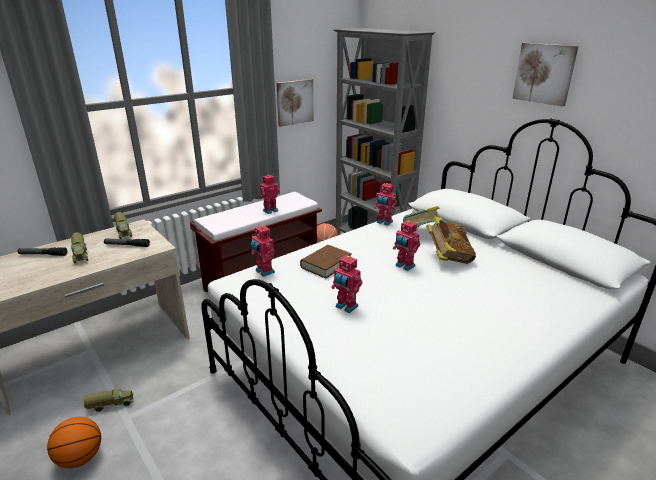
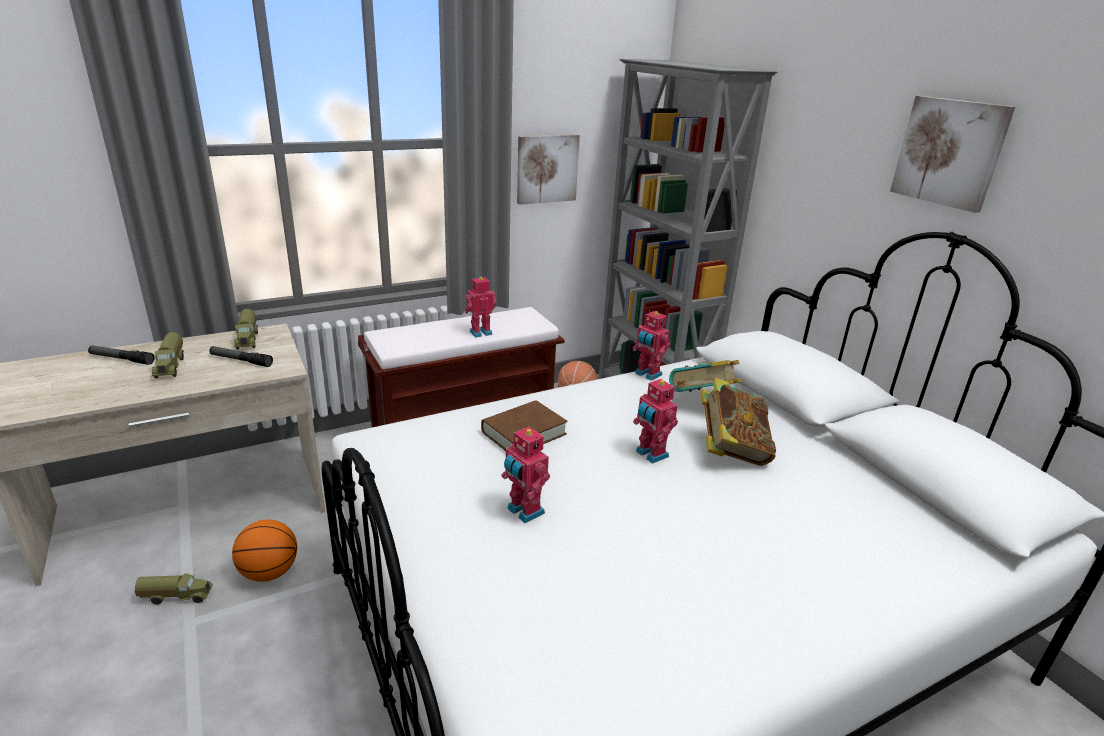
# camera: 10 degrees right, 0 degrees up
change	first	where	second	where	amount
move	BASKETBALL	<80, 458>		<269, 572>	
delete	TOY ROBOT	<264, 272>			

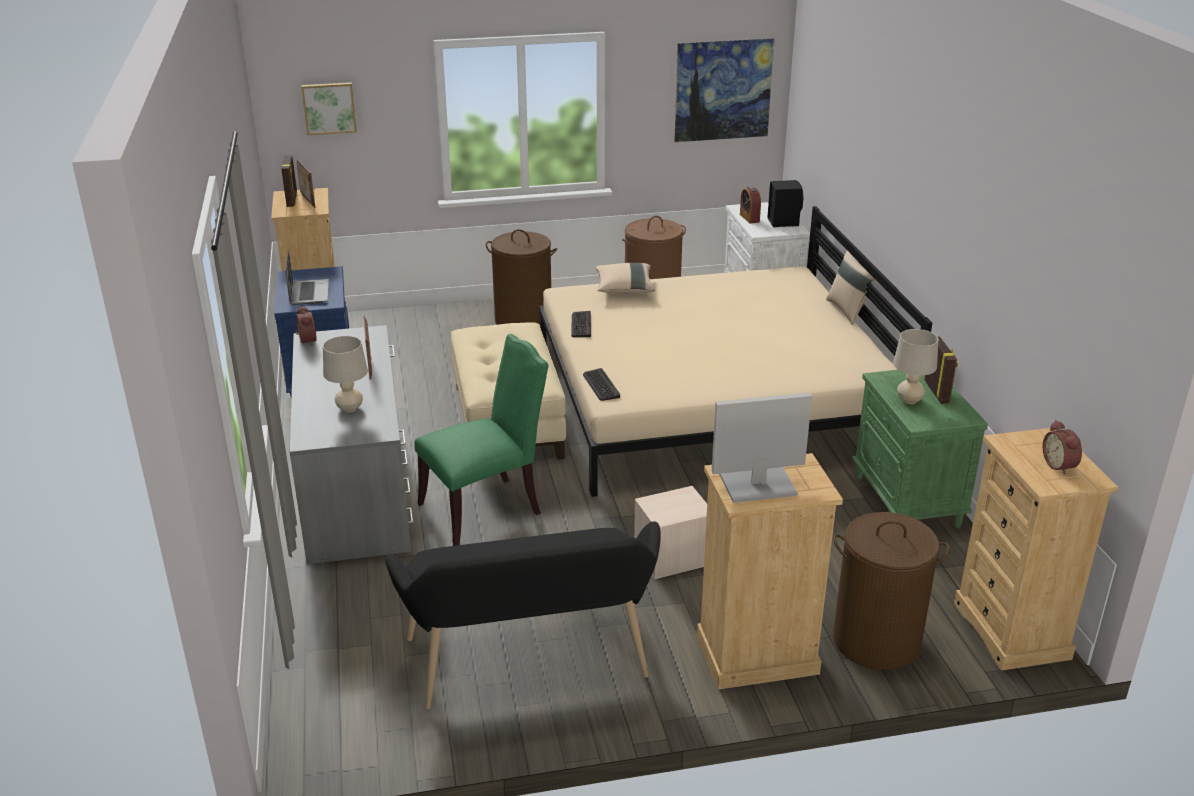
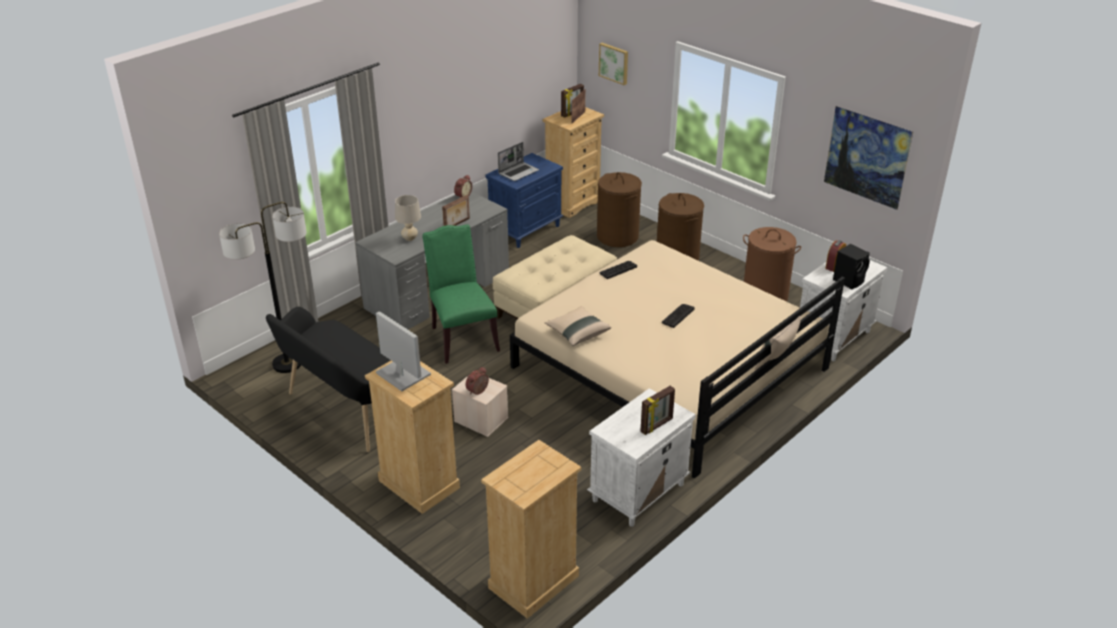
# camera: 55 degrees right, 5 degrees up
change	first	where	second	where	amount
rotate	GREEN CHAIR	<485, 509>		<462, 337>	135 degrees counterclockwise
move	KEYBOARD	<601, 385>		<677, 316>	
move	BEIGE PILLOW	<624, 289>		<577, 333>	
move	BROWN LAUNDRY BASKET	<876, 641>		<618, 236>	
recolor	GREEN NIGHTSTAND	<908, 501>	WHITE NIGHTSTAND	<638, 493>	
delete	BEIGE TABLE LAMP	<909, 400>			
move	ALARM CLOCK	<1060, 465>		<478, 391>	
insert			FLOOR LAMP	<287, 364>	

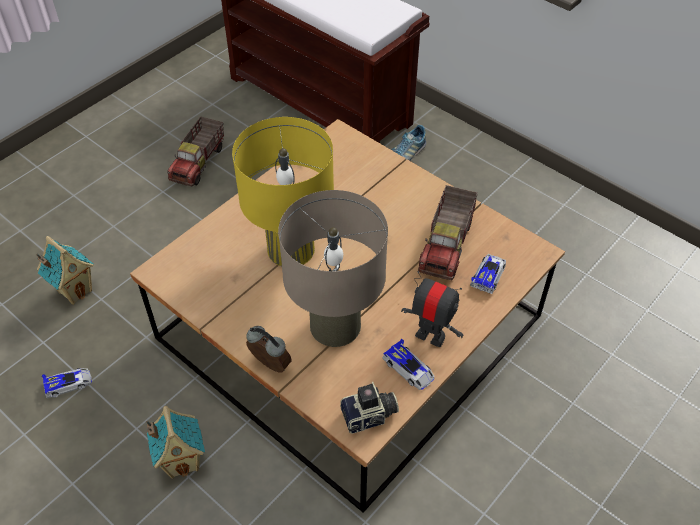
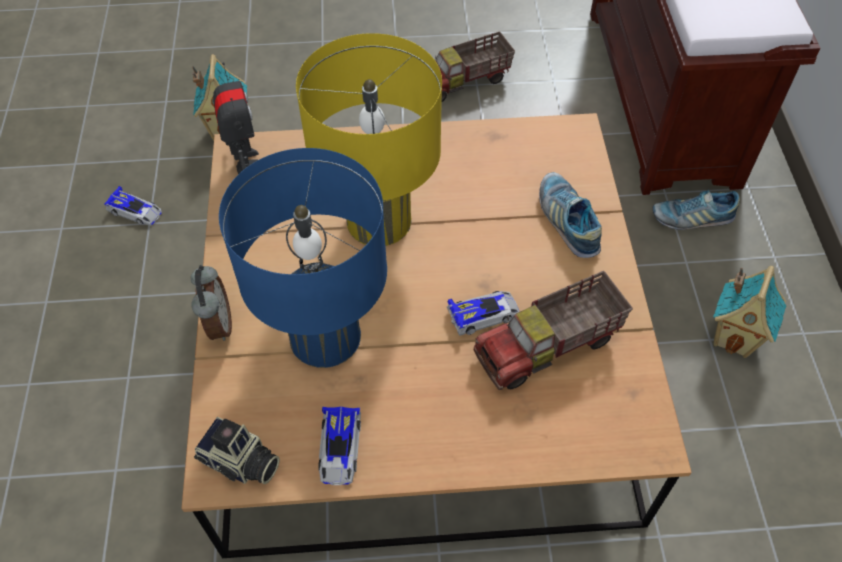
# camera: 45 degrees right, 5 degrees up
change	first	where	second	where	amount
move	TOY HOUSE	<182, 461>		<735, 338>	
recolor	BEIGE TABLE LAMP	<335, 325>	BLUE TABLE LAMP	<325, 336>	
move	TOY ROBOT	<430, 336>		<245, 161>	
move	TOY CAR	<488, 275>		<484, 314>	
insert			SHOE	<567, 221>	

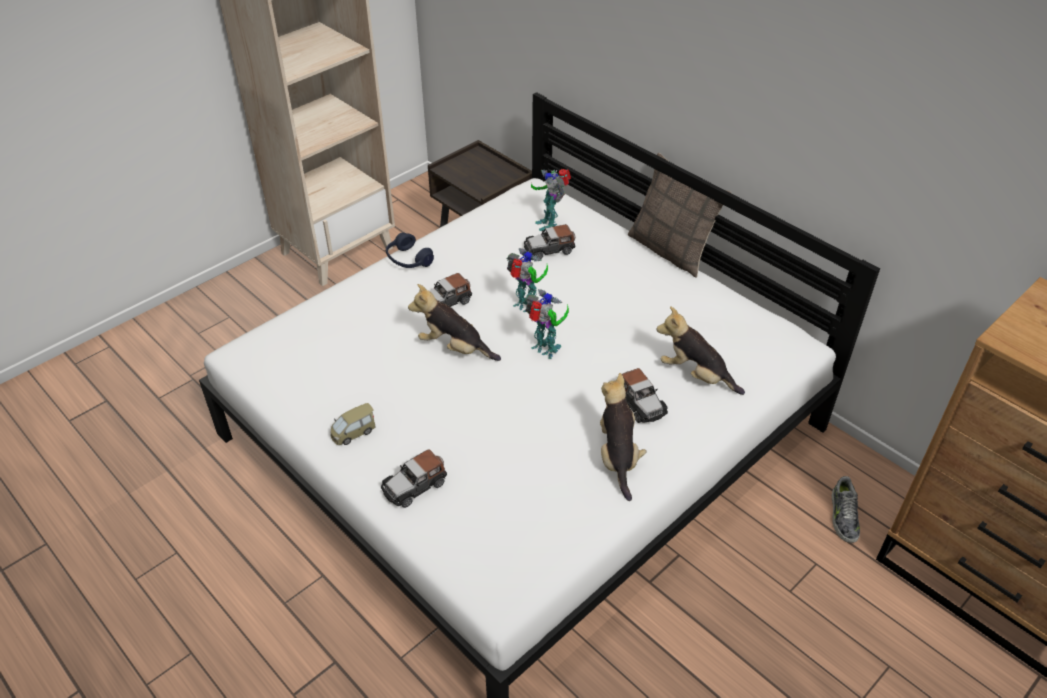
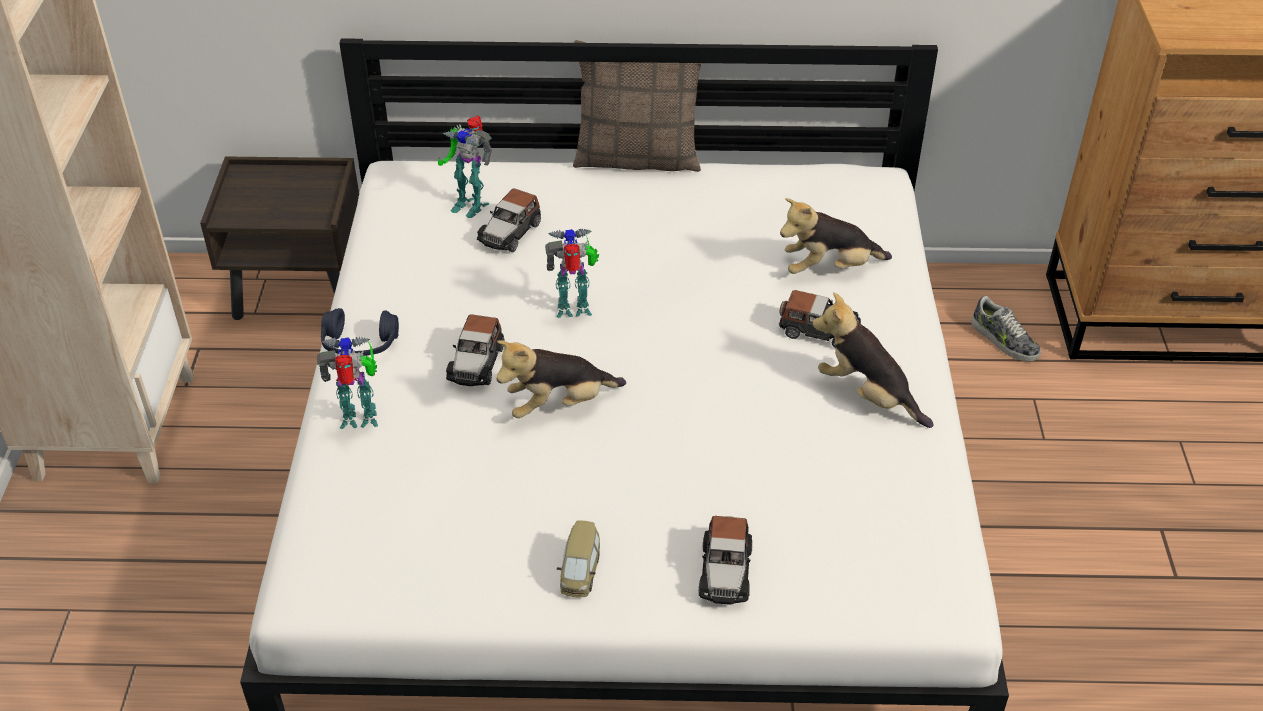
# camera: 45 degrees left, 0 degrees up
change	first	where	second	where	amount
move	TOY ROBOT	<545, 350>		<361, 420>	

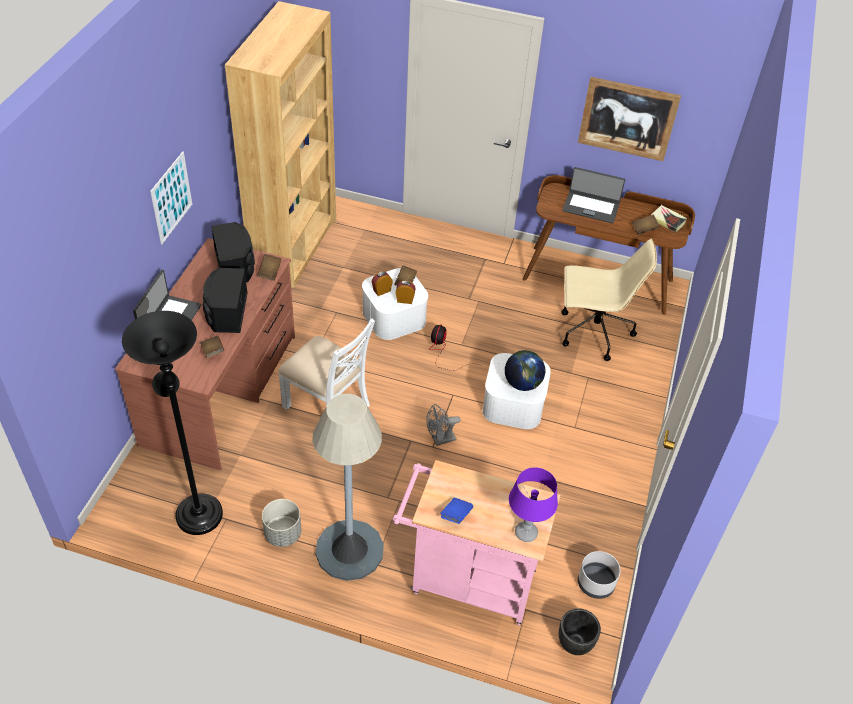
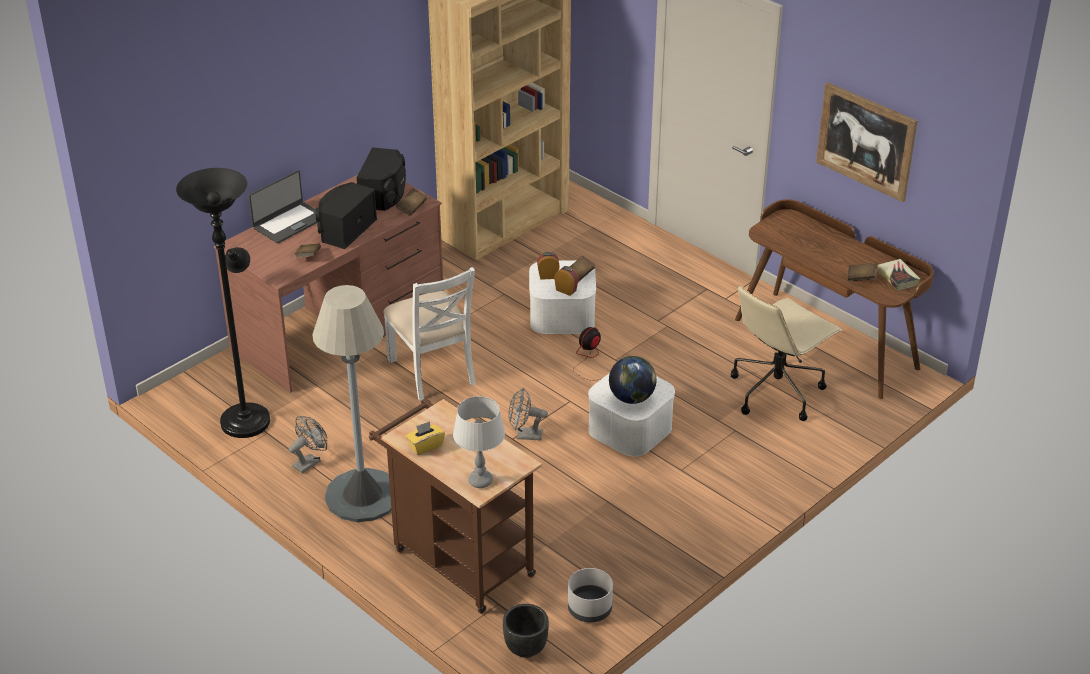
# camera: 30 degrees right, 10 degrees down
change	first	where	second	where	amount
delete	PICTURE	<171, 197>			
replace	GREY PLANTER	<282, 534>	GREY FAN	<309, 462>	
recolor	PINK CART	<466, 580>	BROWN CART	<457, 559>	
replace	BLUE BOOK	<456, 515>	YELLOW TISSUE BOX	<425, 446>	
recolor	PURPLE TABLE LAMP	<526, 533>	GREY TABLE LAMP	<480, 481>	
rotate	BEIGE OFFICE CHAIR	<593, 332>		<777, 391>	105 degrees clockwise
delete	LAPTOP	<591, 207>			

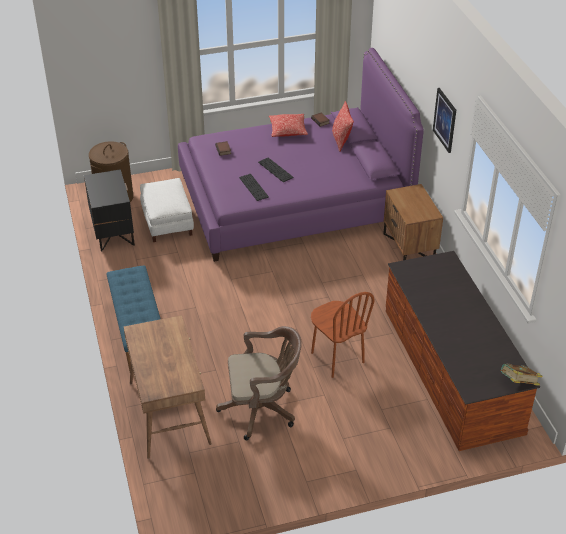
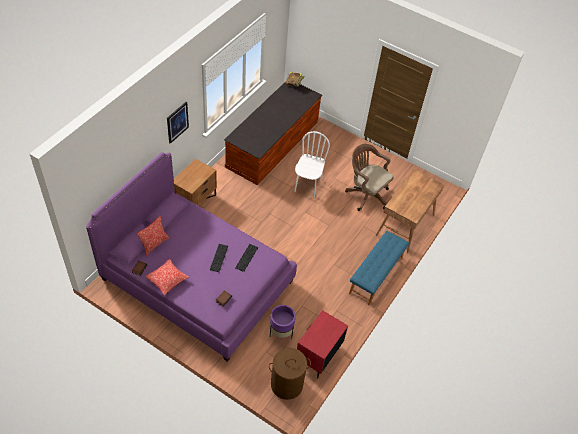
# camera: 135 degrees left, 10 degrees up
change	first	where	second	where	amount
recolor	BLACK NIGHTSTAND	<112, 232>	RED NIGHTSTAND	<318, 355>	
replace	WHITE OTTOMAN	<168, 222>	PURPLE PLANTER	<281, 332>	
recolor	BROWN CHAIR	<337, 358>	WHITE CHAIR	<307, 186>	

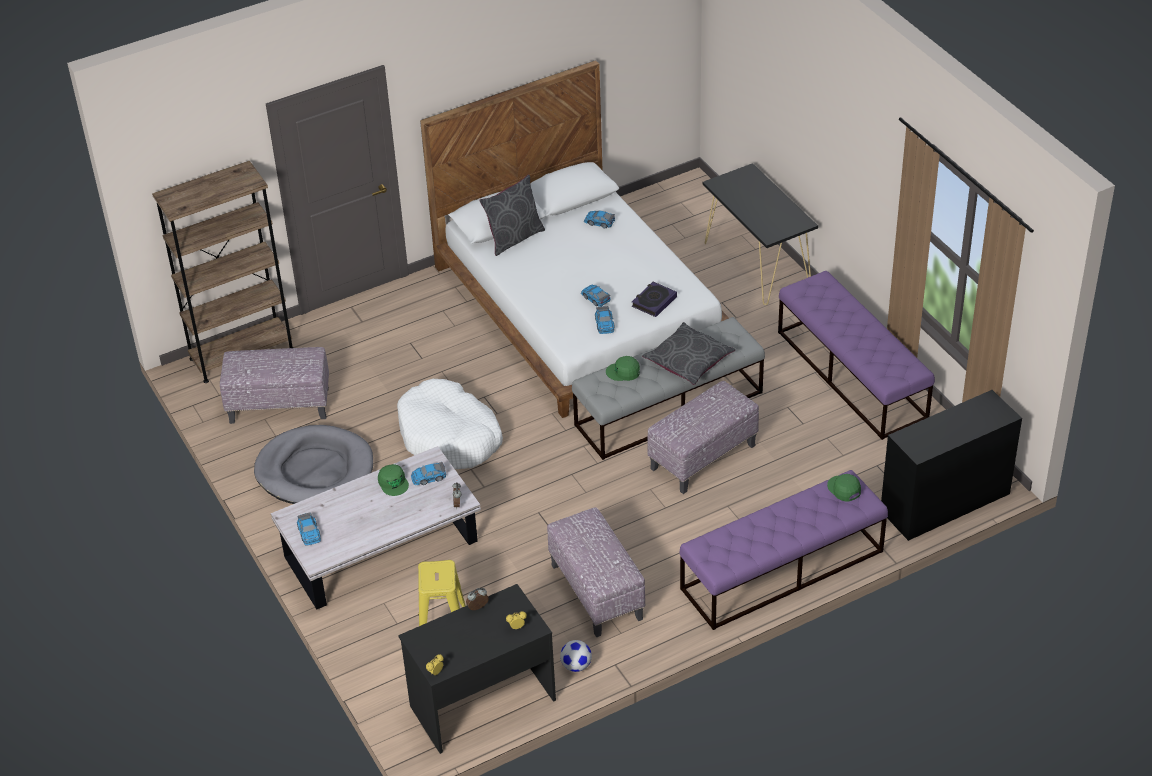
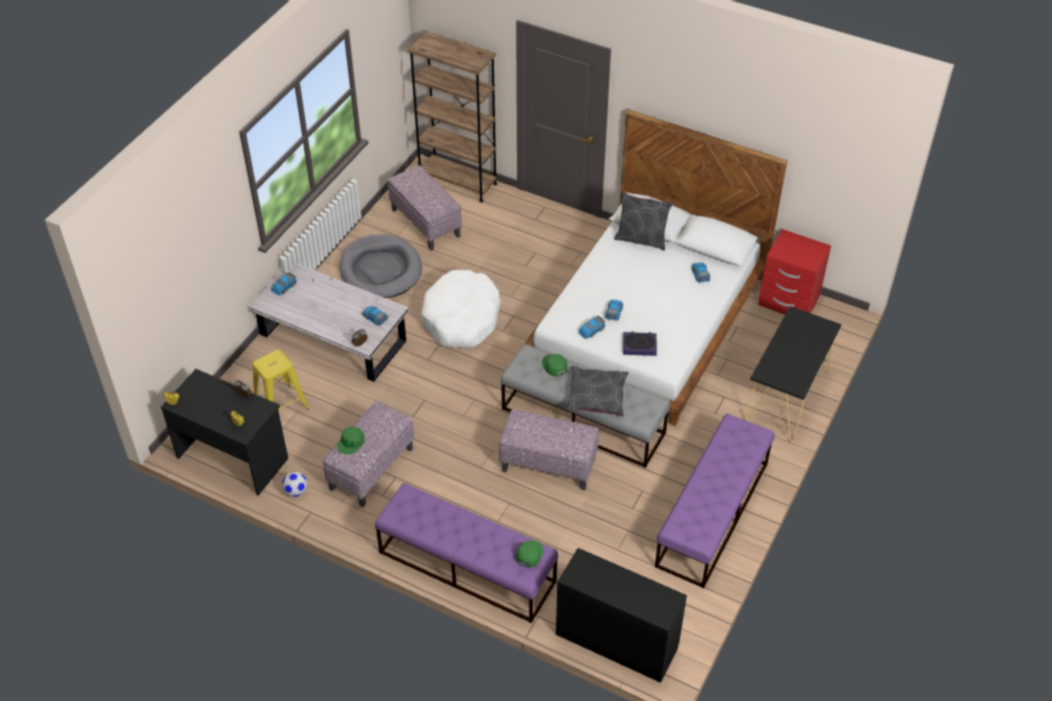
# camera: 55 degrees right, 5 degrees up
change	first	where	second	where	amount
move	GREEN CAP	<393, 483>		<351, 442>	
insert			RED NIGHTSTAND	<788, 301>	

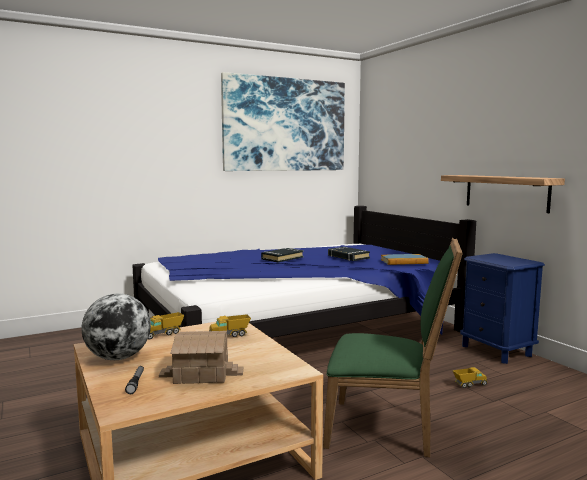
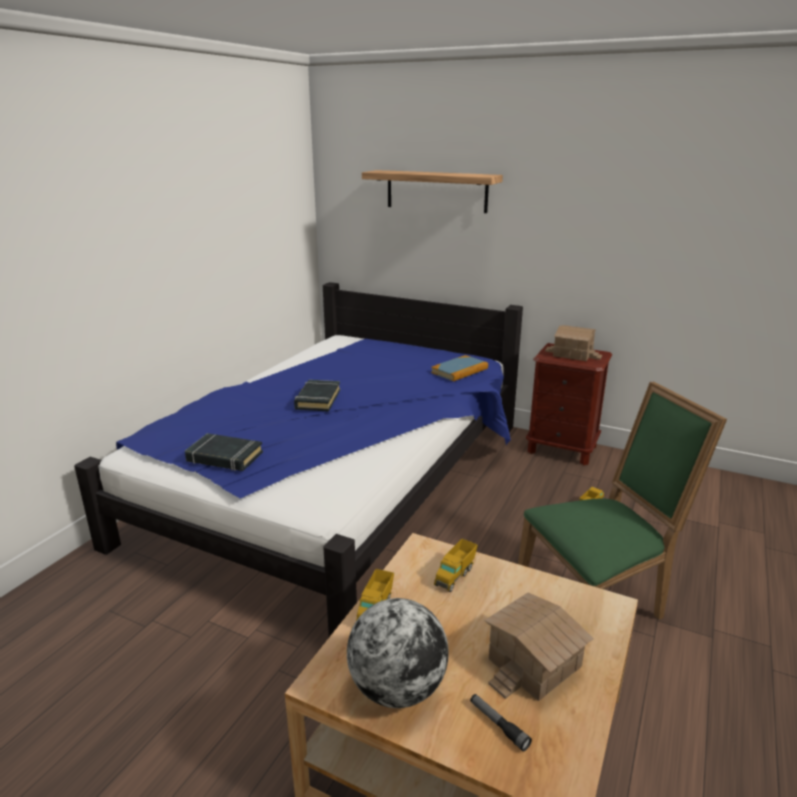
# camera: 35 degrees left, 15 degrees up
change	first	where	second	where	amount
delete	PICTURE	<285, 125>			
move	BLACK BOOK	<348, 257>		<224, 457>	
move	SHELF	<506, 192>		<436, 191>	
recolor	BLUE NIGHTSTAND	<496, 351>	BROWN NIGHTSTAND	<562, 449>	
insert			TOY HOUSE	<572, 354>	

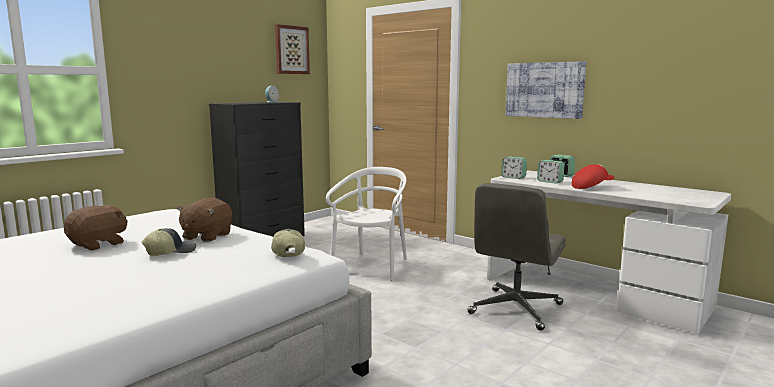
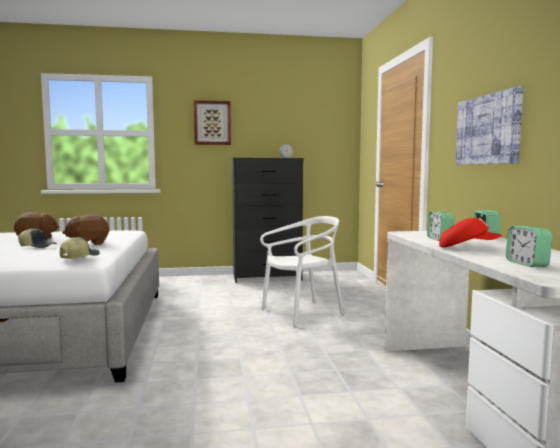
# camera: 40 degrees right, 5 degrees down
change	first	where	second	where	amount
move	PICTURE	<291, 50>		<212, 123>	
delete	GREY OFFICE CHAIR	<515, 309>			
move	ALARM CLOCK	<513, 177>		<527, 264>	

